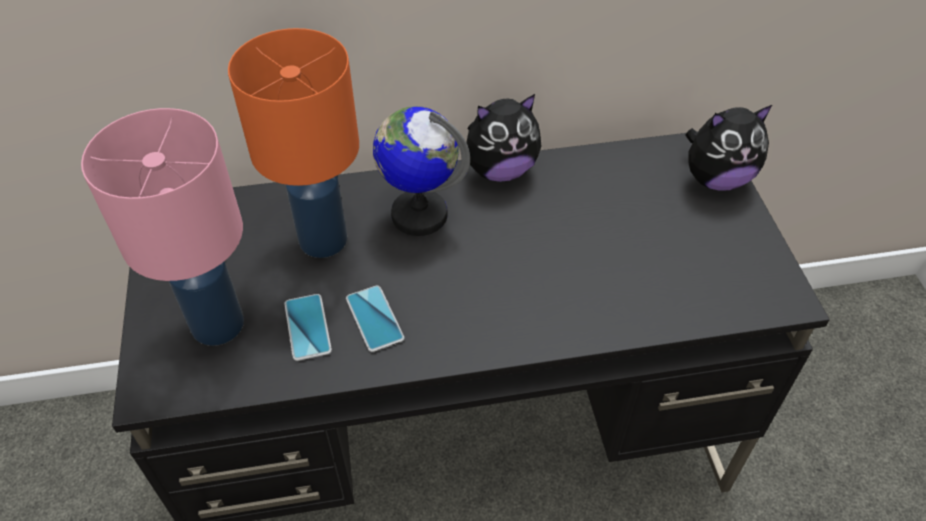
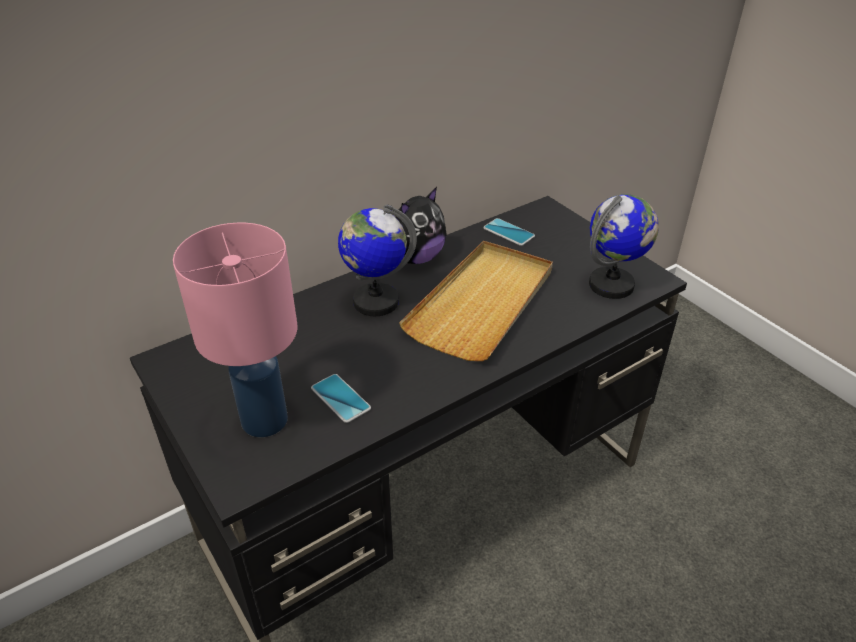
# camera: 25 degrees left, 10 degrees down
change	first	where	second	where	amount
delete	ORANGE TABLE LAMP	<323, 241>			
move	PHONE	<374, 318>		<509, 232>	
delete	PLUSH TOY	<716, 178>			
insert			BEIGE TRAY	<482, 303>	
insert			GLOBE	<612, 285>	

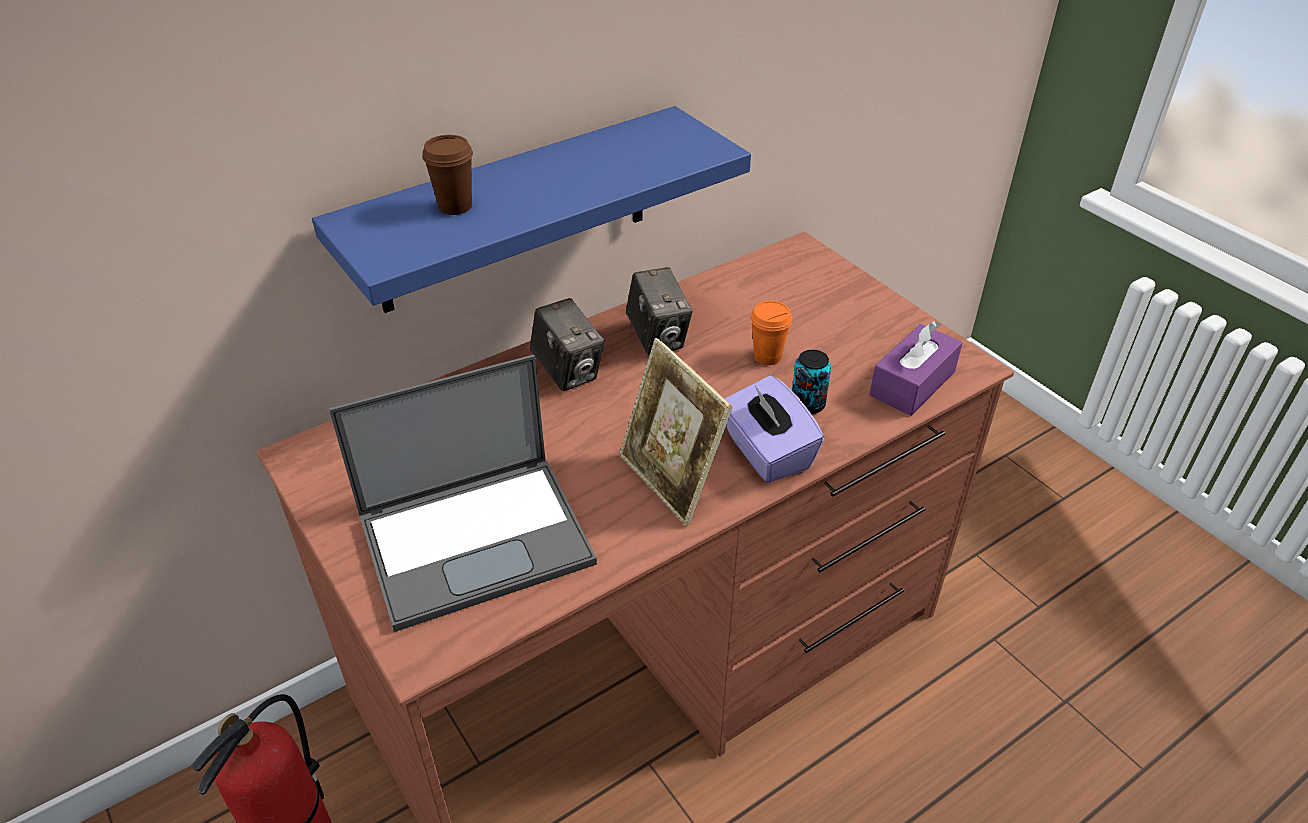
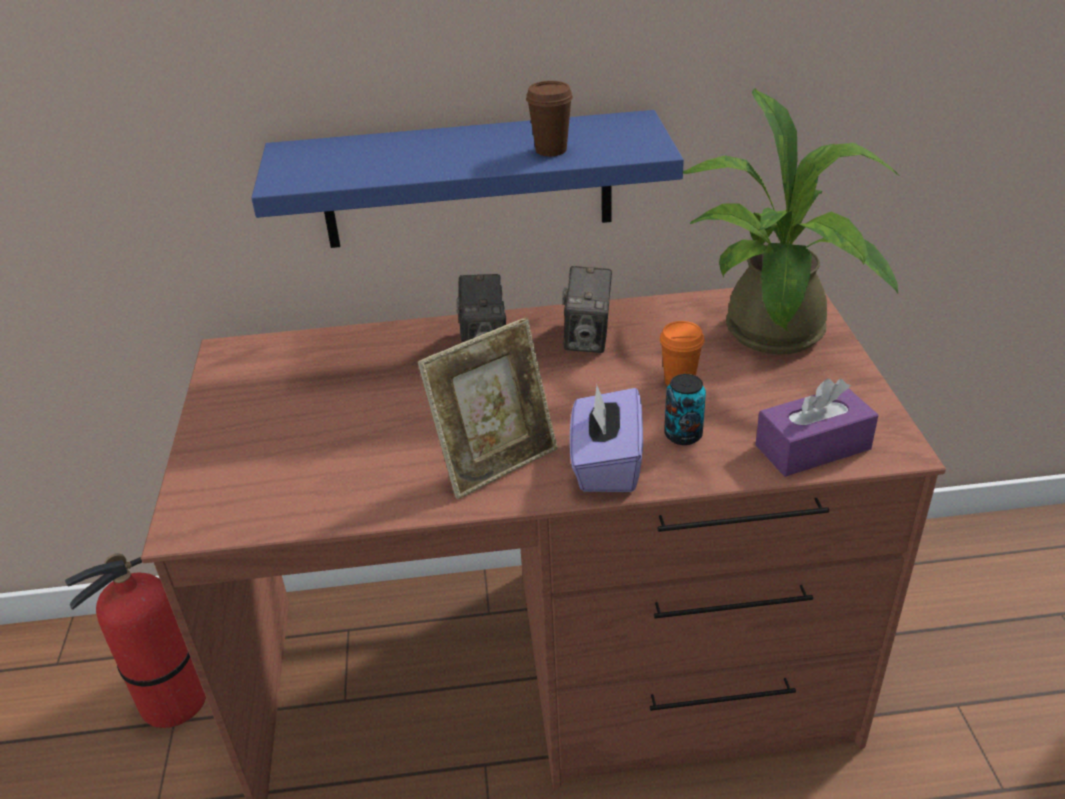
# camera: 30 degrees right, 5 degrees down
change	first	where	second	where	amount
delete	LAPTOP	<478, 537>			
move	BROWN CUP	<455, 206>		<551, 150>	
rotate	PICTURE FRAME	<671, 481>		<496, 461>	120 degrees counterclockwise
insert			POTTED PLANT	<776, 339>	

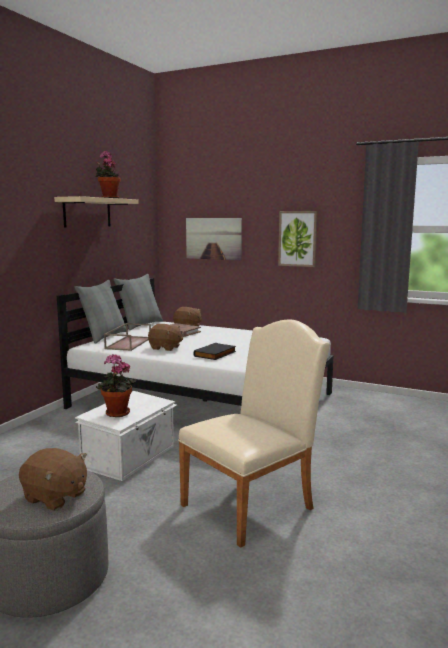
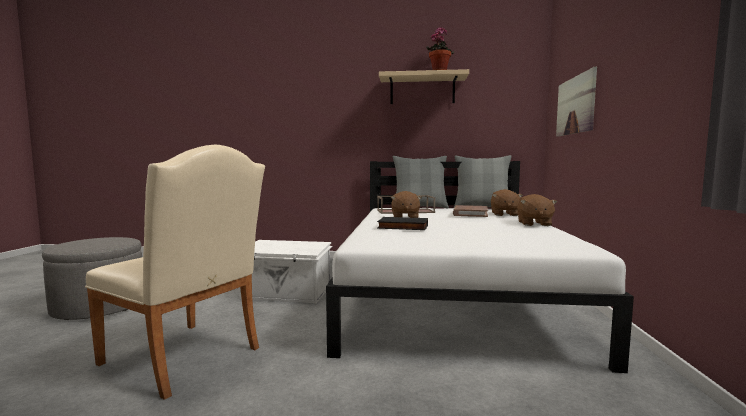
# camera: 70 degrees right, 5 degrees down
change	first	where	second	where	amount
move	BROWN PLUSH TOY	<55, 497>		<534, 224>	
delete	POTTED PLANT	<117, 414>			
delete	PICTURE	<297, 238>			

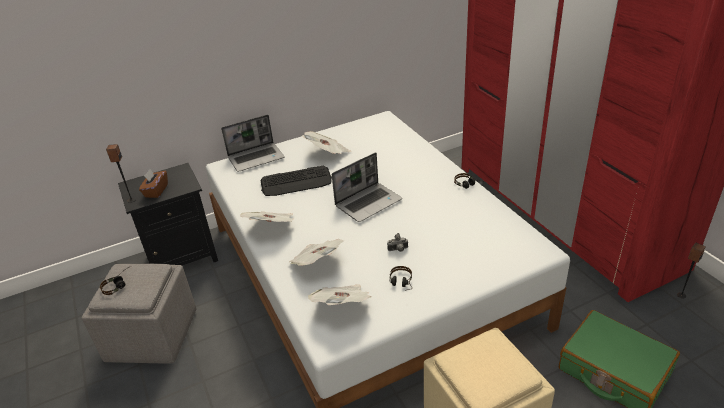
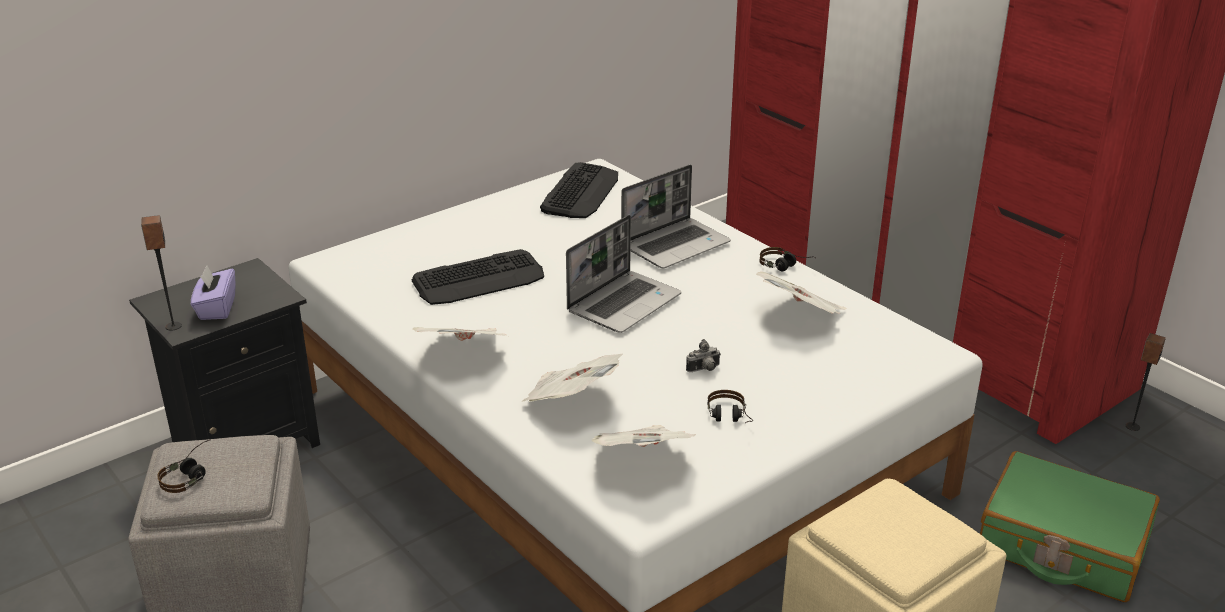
# camera: 15 degrees left, 5 degrees down
change	first	where	second	where	amount
recolor	BROWN TISSUE BOX	<156, 191>	PURPLE TISSUE BOX	<216, 308>	
move	LAPTOP	<256, 157>		<676, 244>	
move	NEWSPAPER	<328, 153>		<801, 315>	
insert			KEYBOARD	<581, 192>	

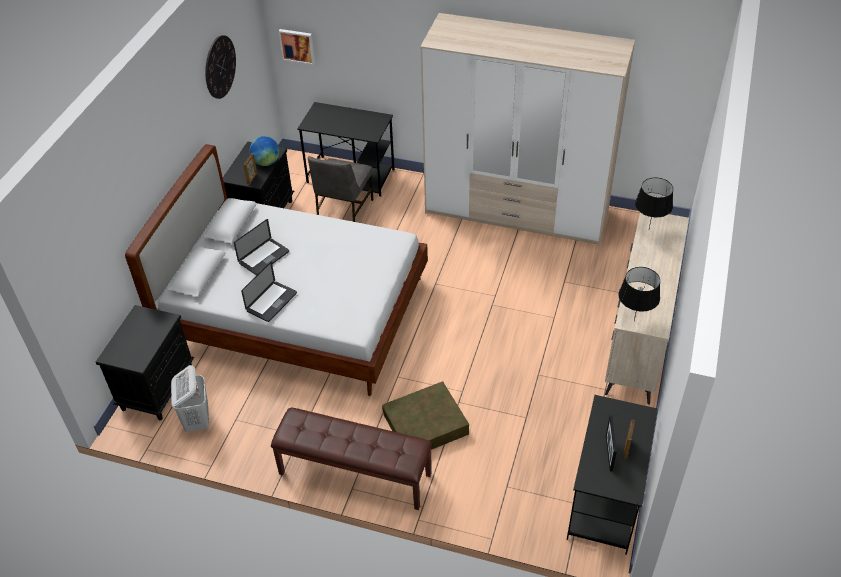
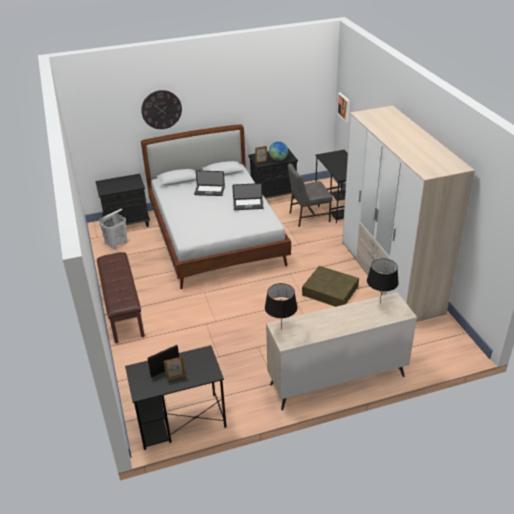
# camera: 55 degrees right, 10 degrees down
change	first	where	second	where	amount
move	WALL CLOCK	<220, 67>		<161, 109>	
move	LAPTOP	<271, 302>		<248, 205>	
move	BROWN STORAGE BOX	<425, 424>		<330, 291>	

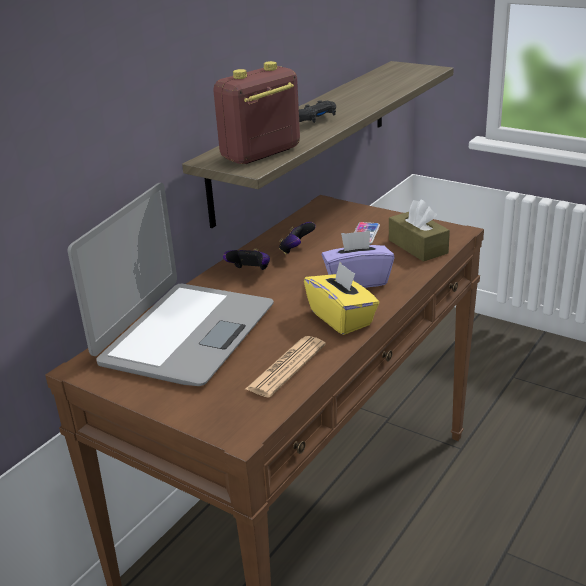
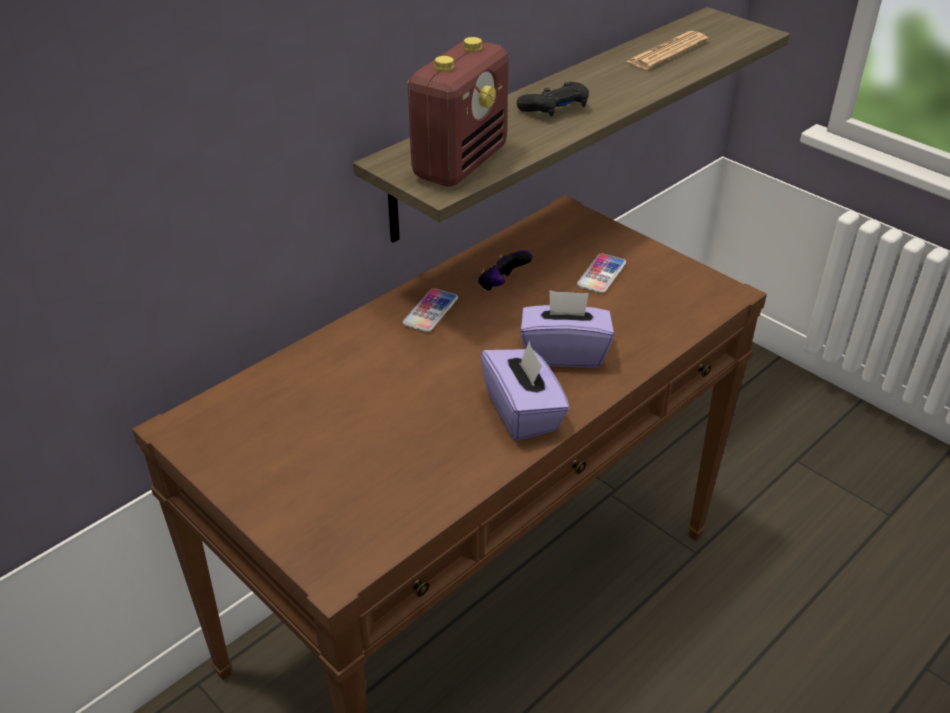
# camera: 10 degrees right, 10 degrees up
change	first	where	second	where	amount
delete	LAPTOP	<185, 334>			
rotate	RADIO	<260, 154>		<460, 163>	150 degrees clockwise
replace	GAME CONTROLLER	<249, 272>	PHONE	<430, 311>	
move	NEWSPAPER	<286, 367>		<667, 52>	
recolor	YELLOW TISSUE BOX	<342, 318>	PURPLE TISSUE BOX	<523, 412>	
delete	BROWN TISSUE BOX	<418, 246>			

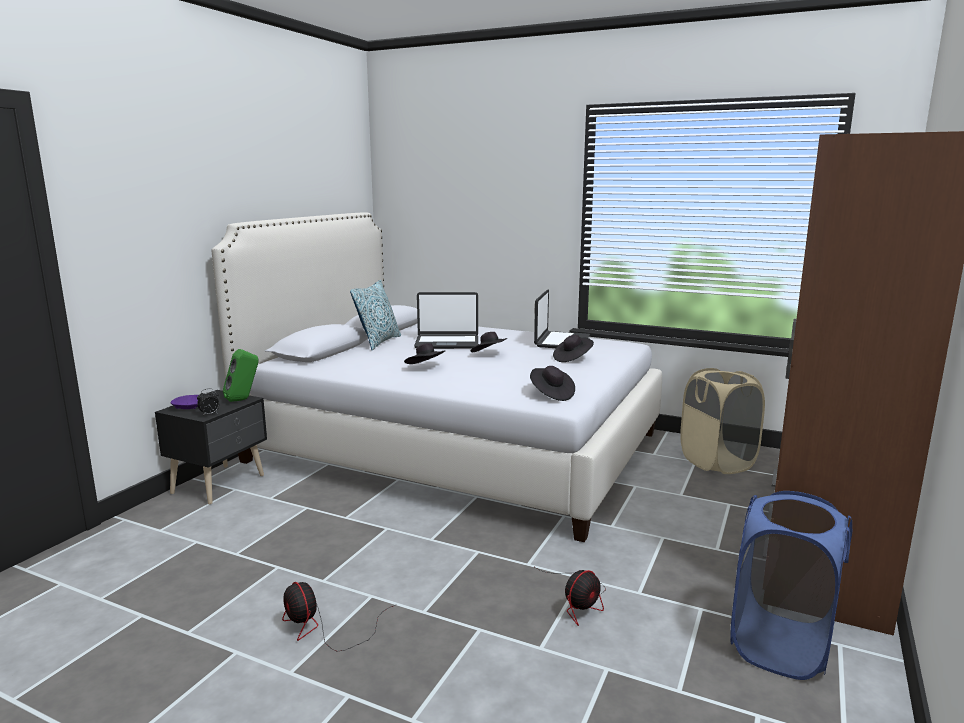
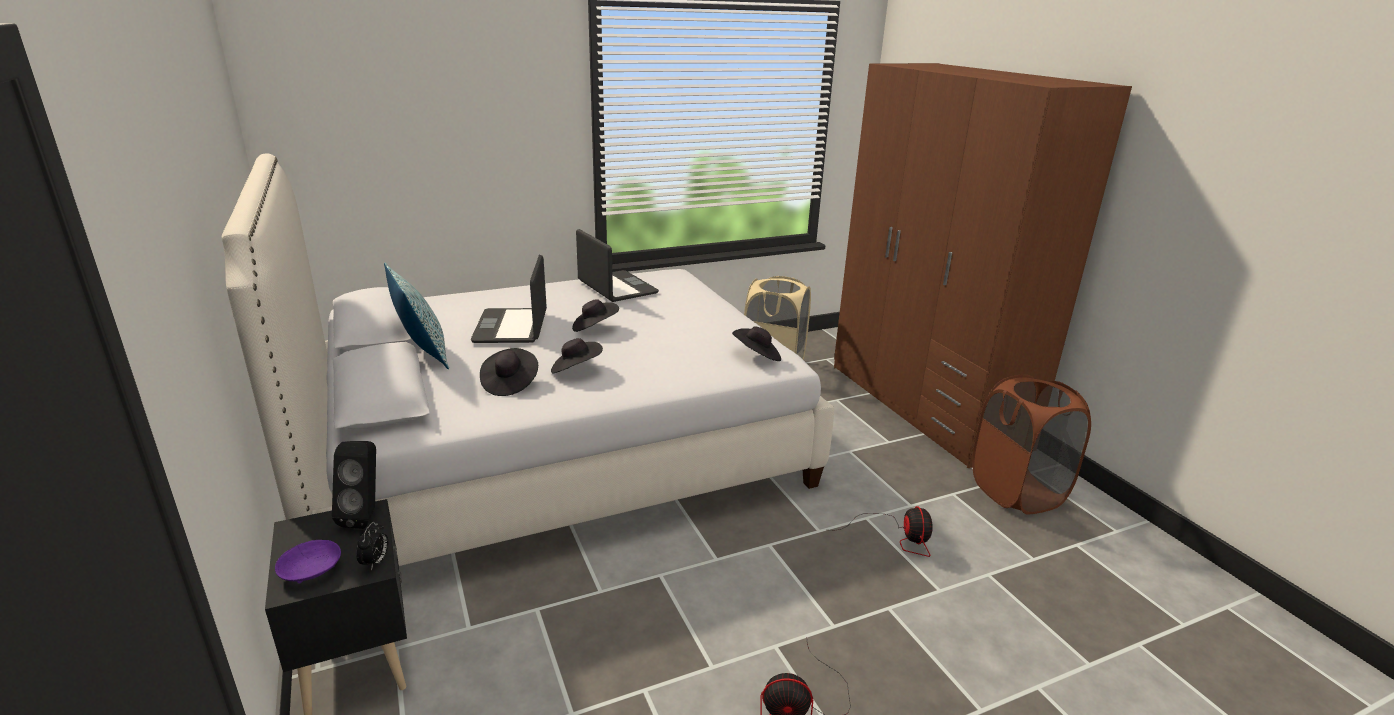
# camera: 50 degrees left, 10 degrees up
change	first	where	second	where	amount
recolor	GREEN SPEAKER	<243, 399>	BLACK SPEAKER	<365, 516>	
rotate	LAPTOP	<447, 343>		<512, 327>	135 degrees clockwise
move	BLACK HAT	<572, 359>		<509, 383>	
recolor	BLUE LAUNDRY BASKET	<780, 645>	BROWN LAUNDRY BASKET	<1016, 492>	

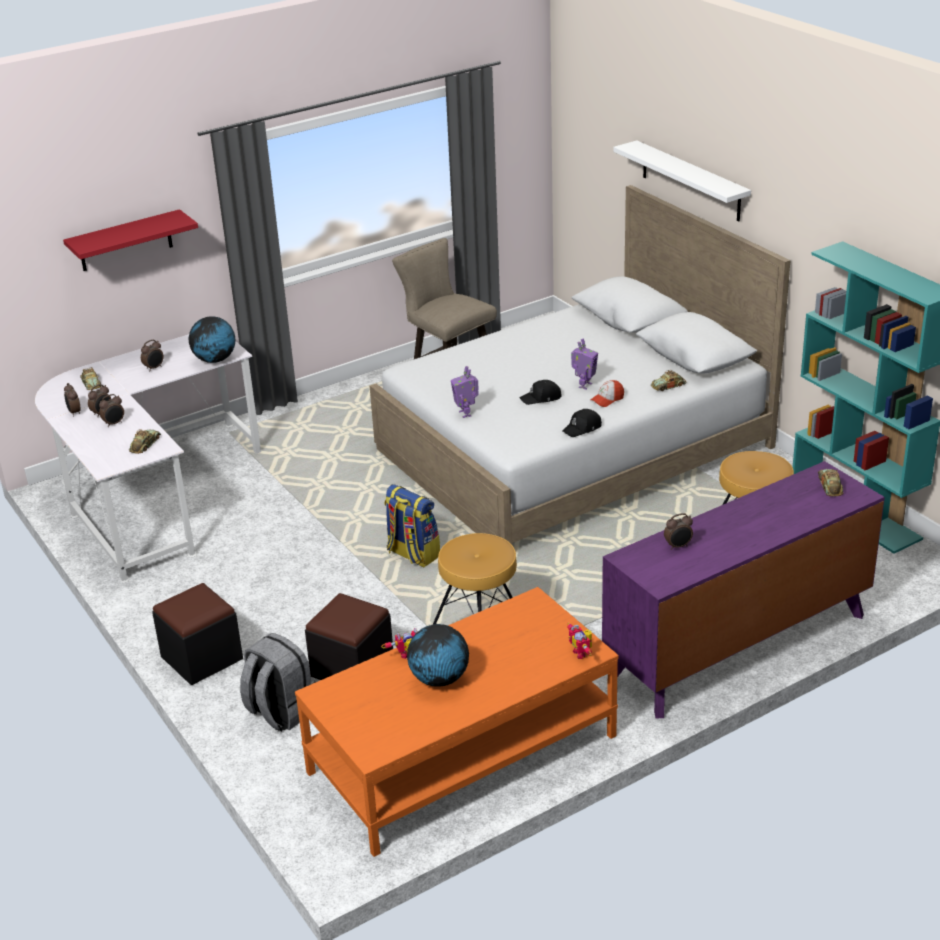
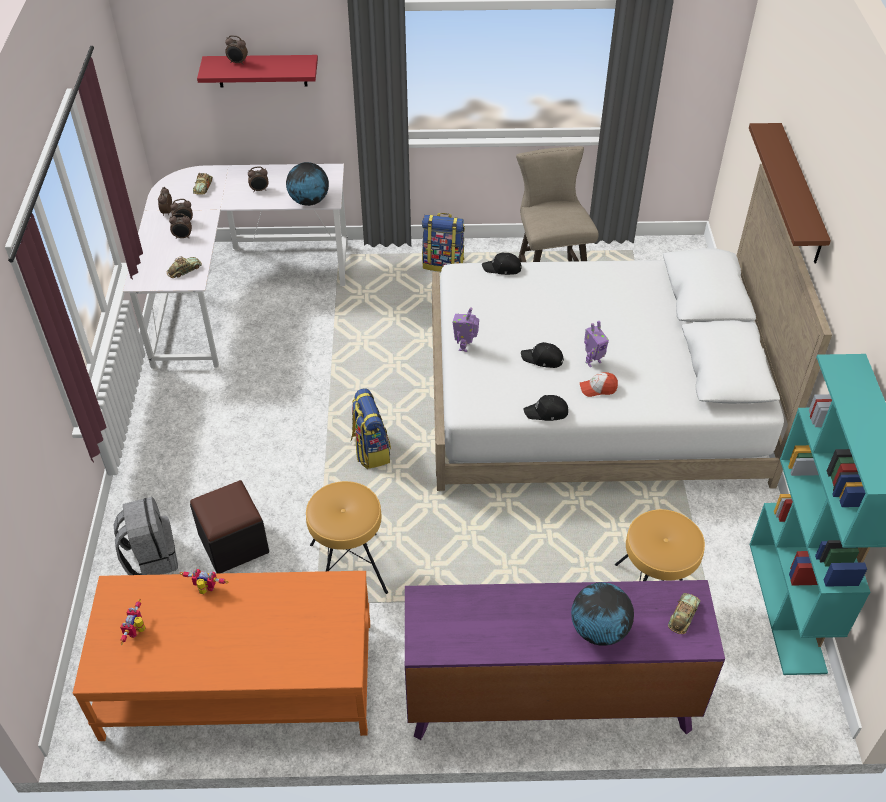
# camera: 30 degrees right, 15 degrees up
change	first	where	second	where	amount
delete	BLACK OTTOMAN	<202, 658>			
move	GLOBE	<439, 679>		<598, 630>	
move	TOY ROBOT	<582, 653>		<137, 631>	
recolor	WHITE SHELF	<690, 181>	BROWN SHELF	<800, 194>	
delete	TOY CAR	<668, 386>			
move	ALARM CLOCK	<678, 546>		<238, 63>	
insert			BACKPACK	<443, 263>	
insert			BLACK CAP	<502, 268>	

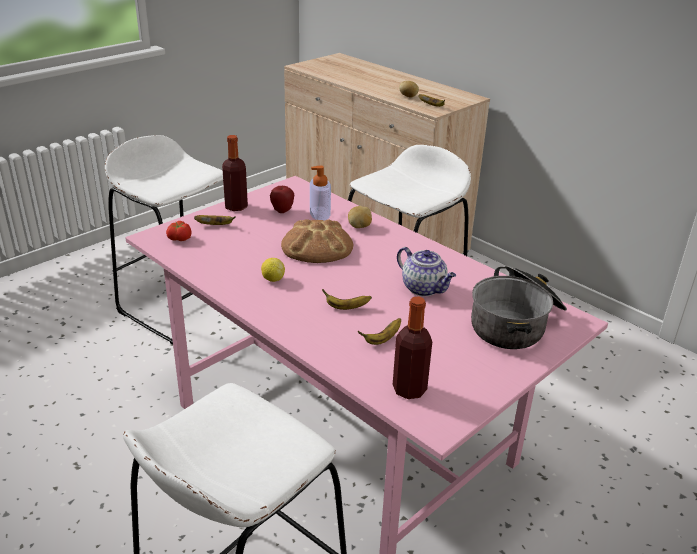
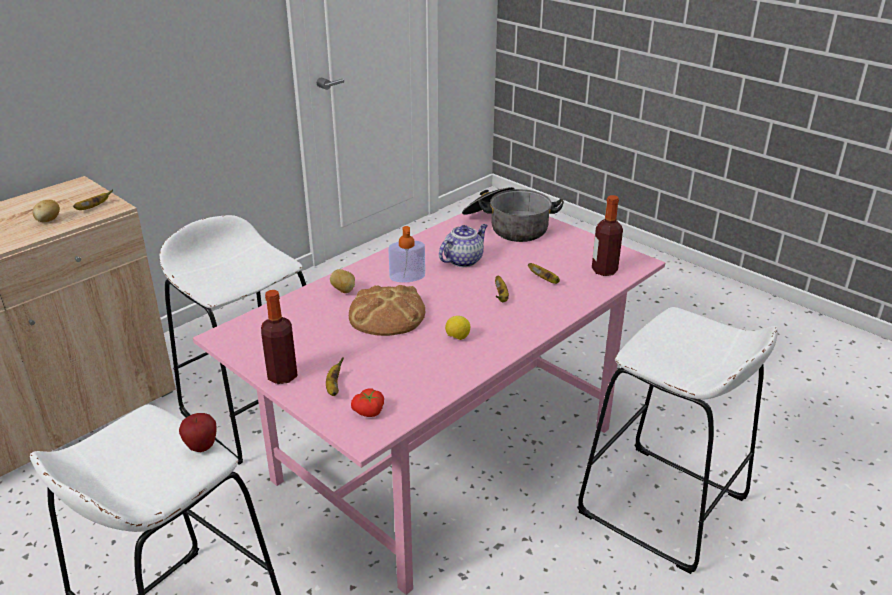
# camera: 90 degrees left, 0 degrees up
change	first	where	second	where	amount
move	APPLE	<282, 211>		<201, 447>	
move	SOAP DISPENSER	<320, 213>		<407, 277>	

